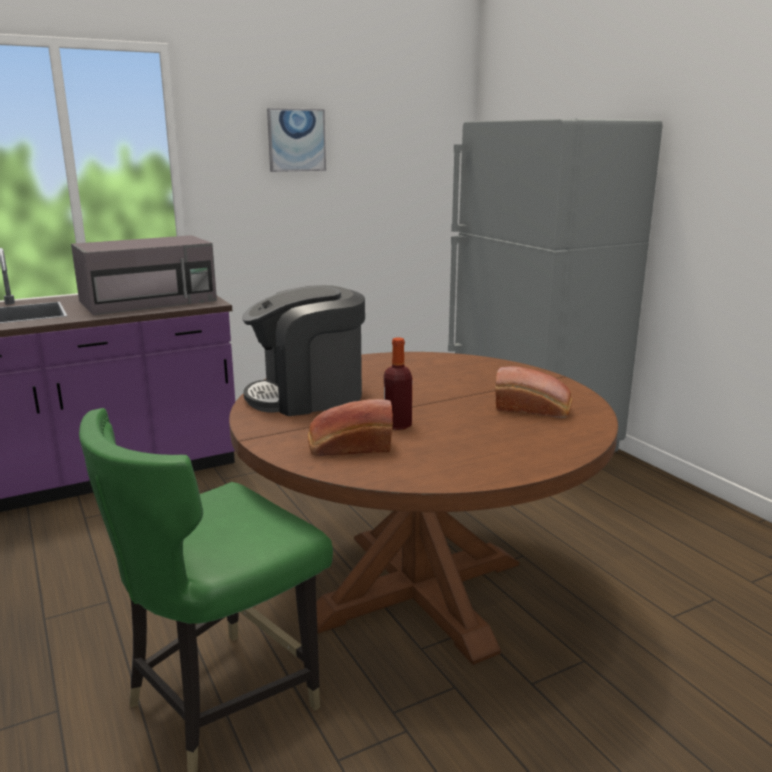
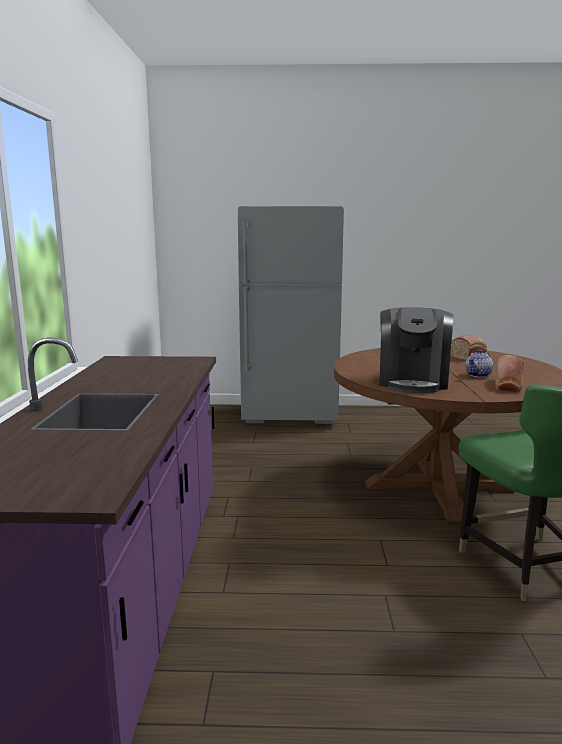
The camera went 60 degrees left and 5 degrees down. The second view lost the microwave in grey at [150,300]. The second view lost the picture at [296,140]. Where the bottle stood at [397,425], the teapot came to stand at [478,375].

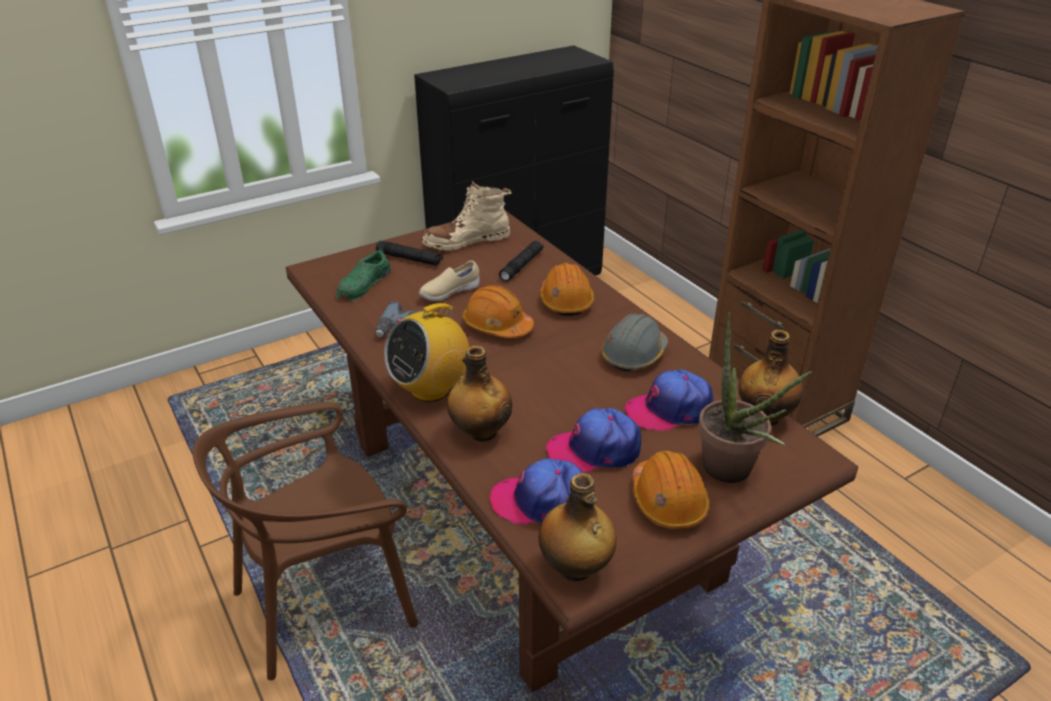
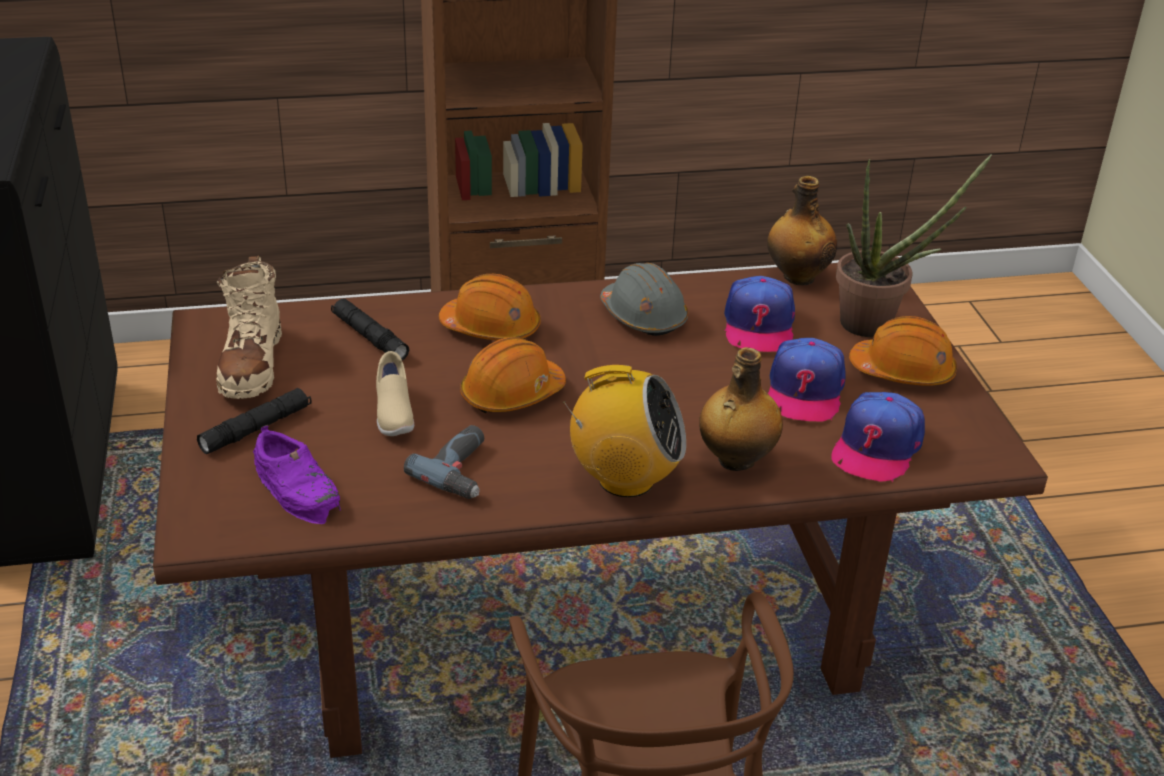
The camera went 70 degrees left and 0 degrees up. What was the shoe in green at [363,284] turned into the shoe in purple at [297,488]. The radio at [431,389] ended up facing another way, 60 degrees counterclockwise from before. The second view lost the bottle at [575,568].

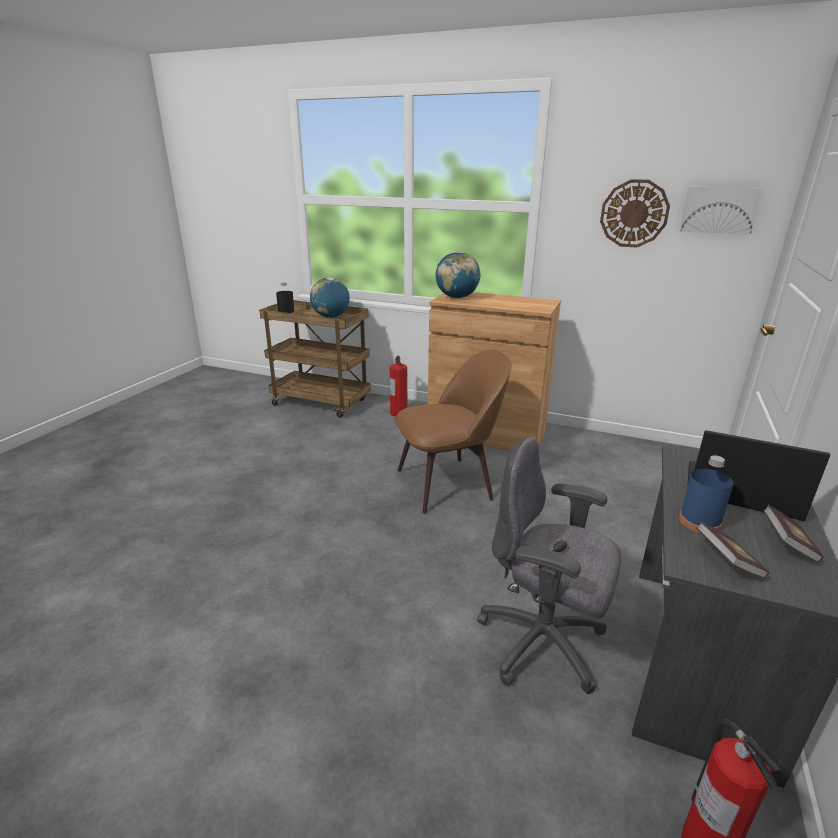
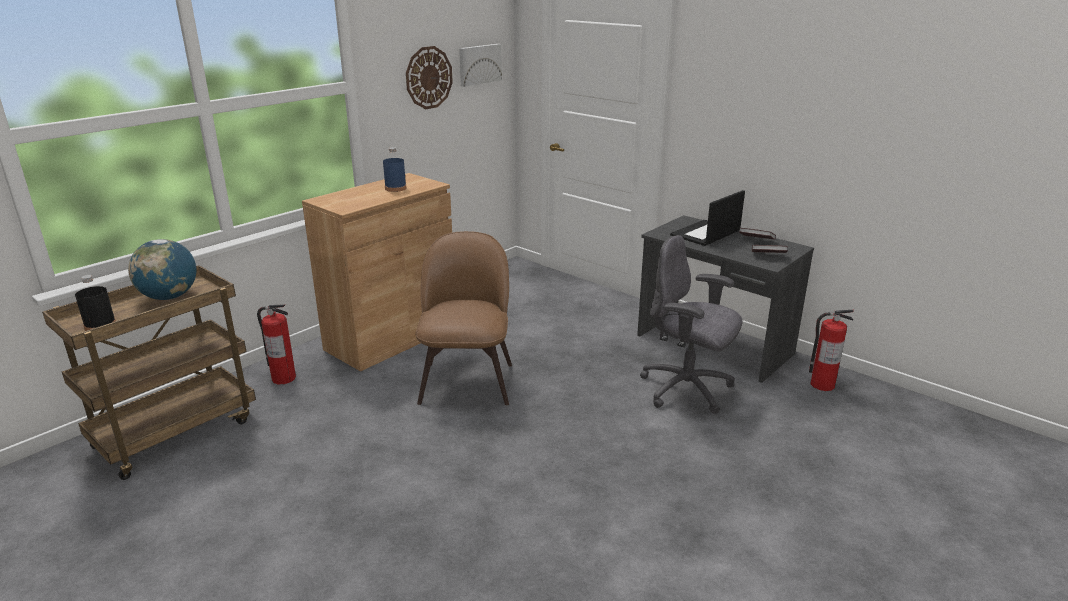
The camera went 70 degrees left and 0 degrees up. The second view lost the globe at [457,297]. The office chair in grey at [543,643] ended up facing another way, 75 degrees clockwise from before. The bottle in blue ended up elsewhere, having gone from [699,522] to [395,188].

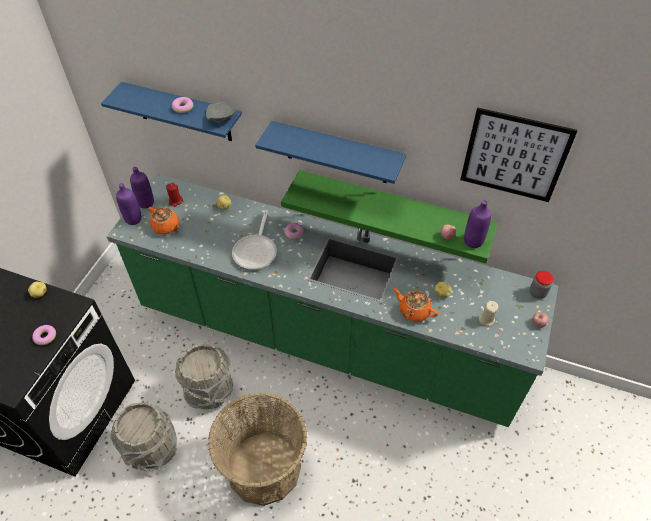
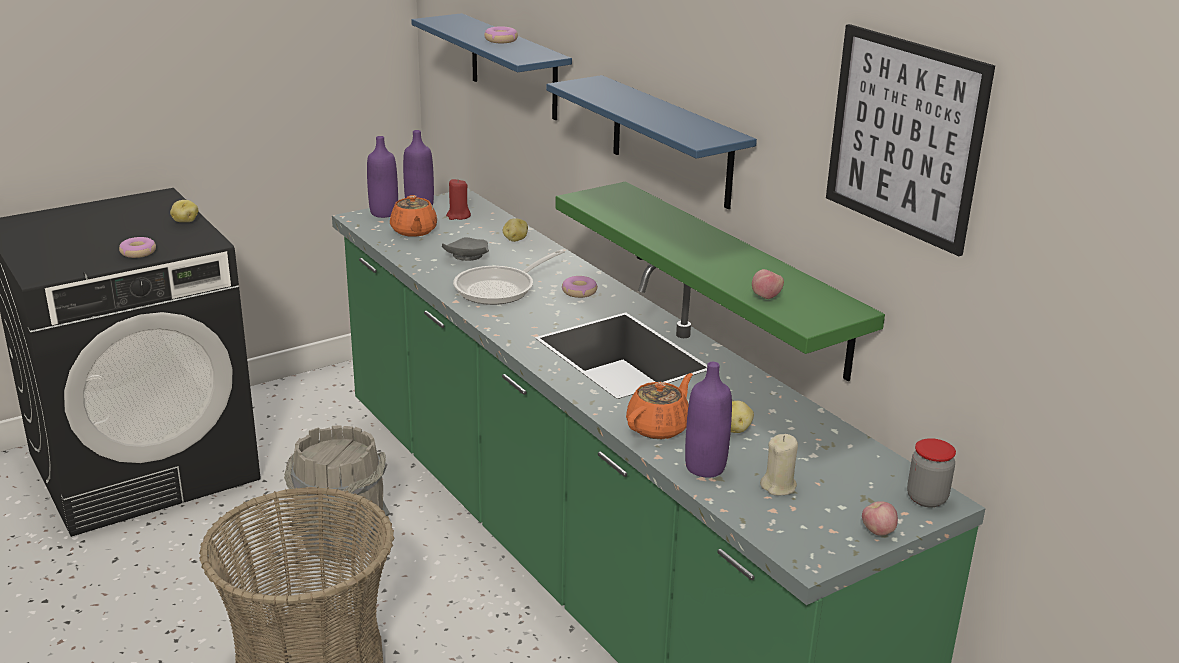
The camera went 35 degrees right and 25 degrees down. The second view lost the bucket in grey at [152,448]. The plate in grey ended up elsewhere, having gone from [220,118] to [466,257]. The teapot in orange at [413,310] ended up facing another way, 60 degrees clockwise from before. The bottle in purple ended up elsewhere, having gone from [473,241] to [705,467].

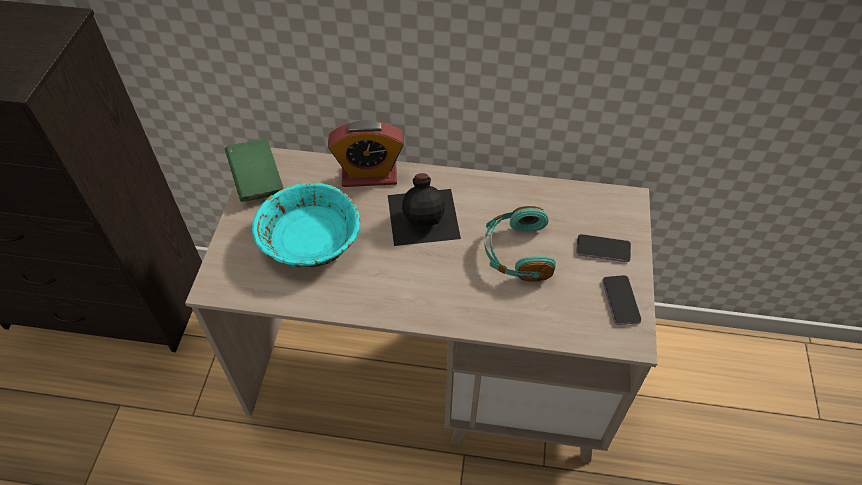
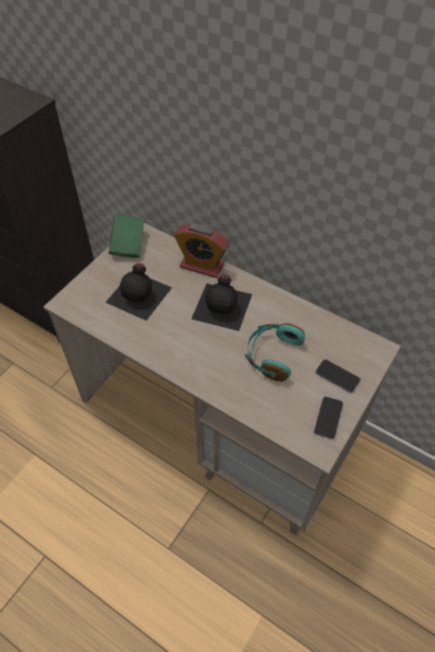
The camera went 25 degrees right and 0 degrees up. Where the bowl in turquoise stood at [310,239], the bottle in black came to stand at [140,294].

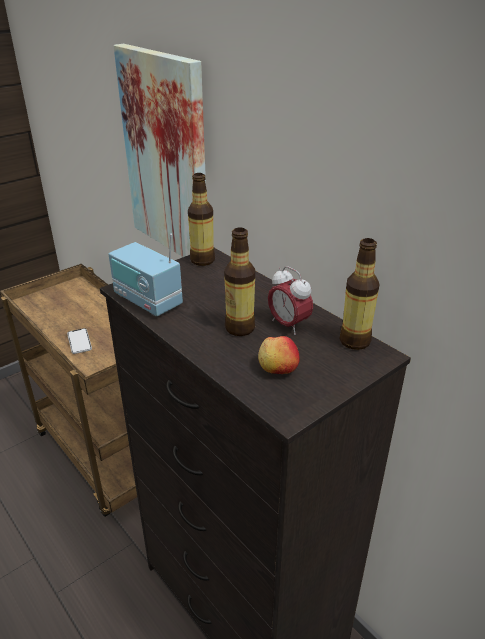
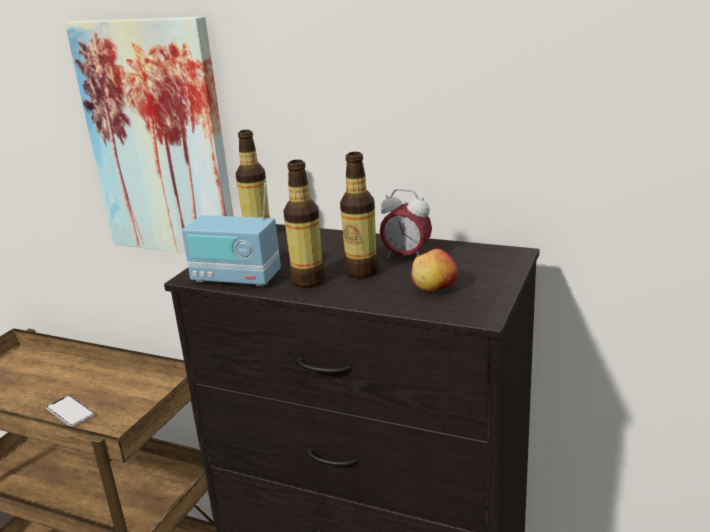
The camera went 25 degrees left and 10 degrees down. The bottle ended up elsewhere, having gone from [354,341] to [308,281].

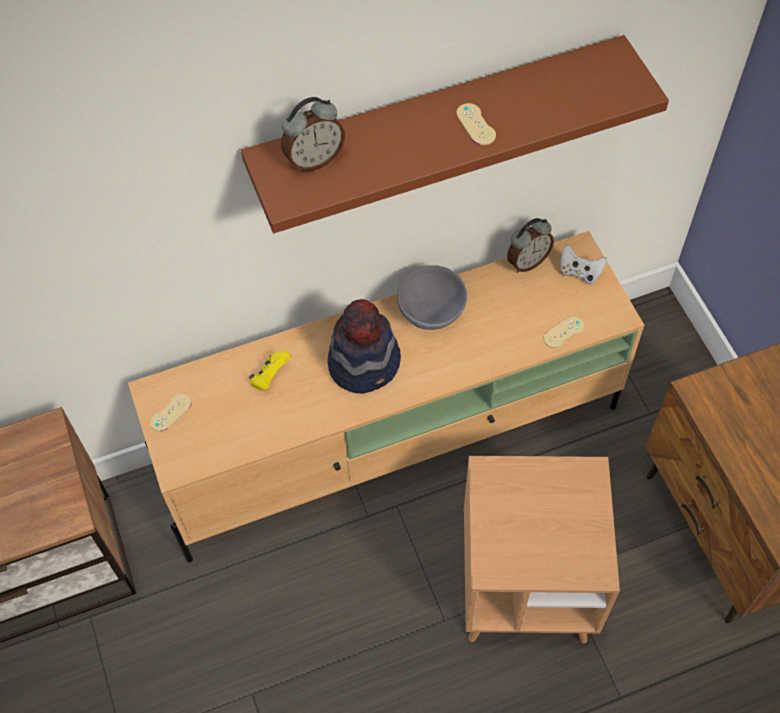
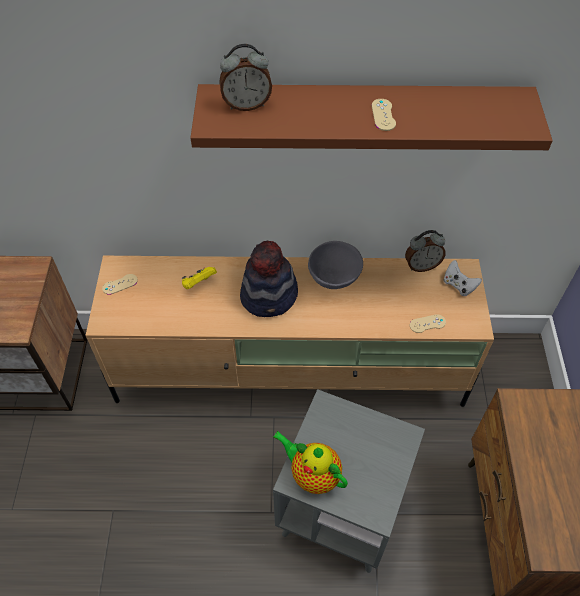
The camera went 20 degrees right and 5 degrees down. What was the side table in brown at [525,587] turned into the side table in grey at [341,511]. The second view gained the teapot at [312,474].

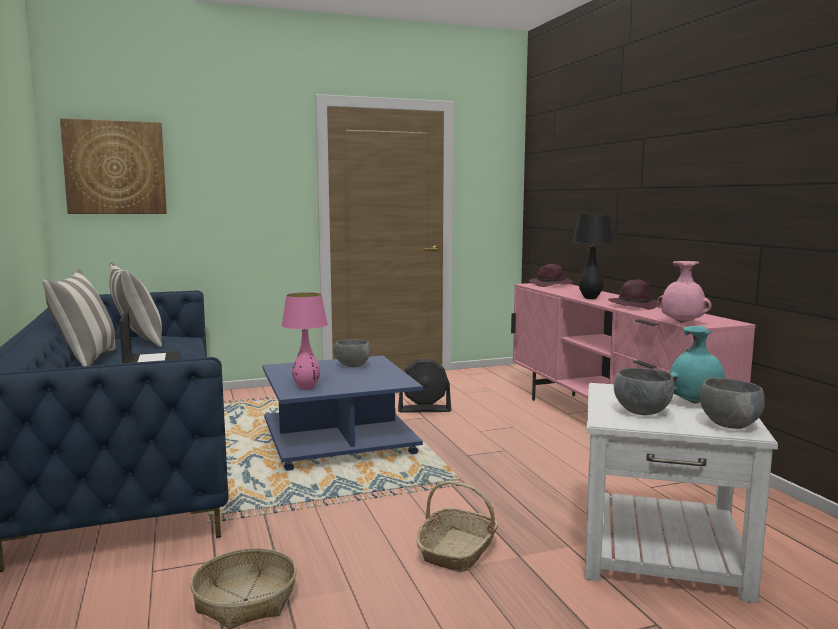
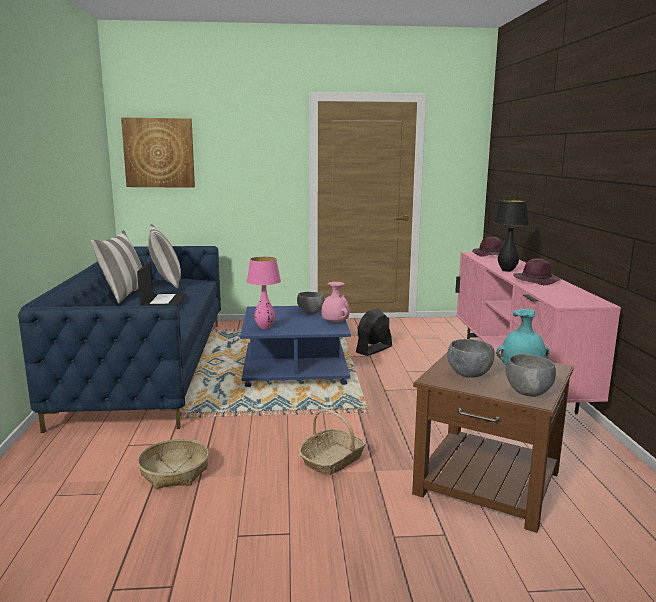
The camera went 15 degrees right and 5 degrees up. The fan in black at [424,409] ended up facing another way, 120 degrees clockwise from before. What was the side table in white at [661,550] turned into the side table in brown at [487,482]. The vase in pink ended up elsewhere, having gone from [681,322] to [334,322].

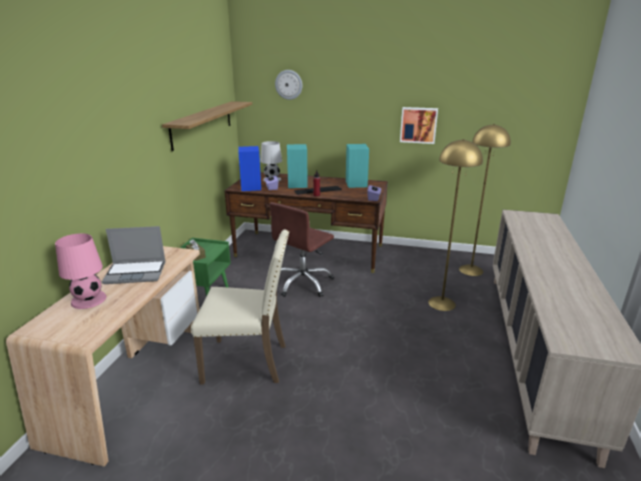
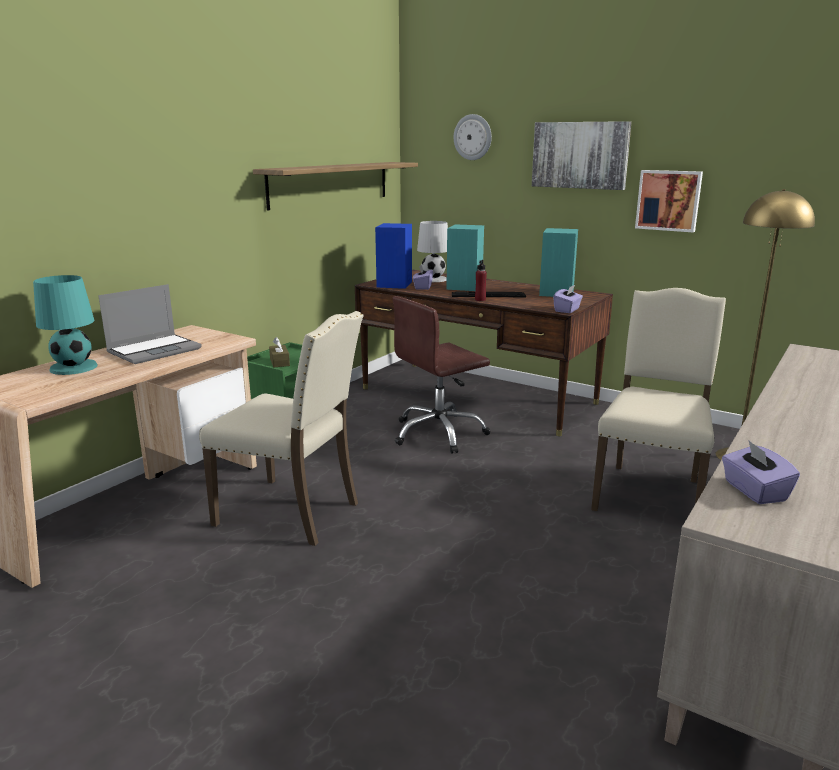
The camera went 20 degrees right and 5 degrees down. What was the table lamp in pink at [88,300] turned into the table lamp in turquoise at [73,367]. The laptop at [136,272] ended up facing another way, 60 degrees counterclockwise from before. Where the floor lamp in yellow stood at [442,303], the chair in beige came to stand at [650,493]. The second view gained the picture at [580,155]. The second view gained the tissue box in purple at [754,491].

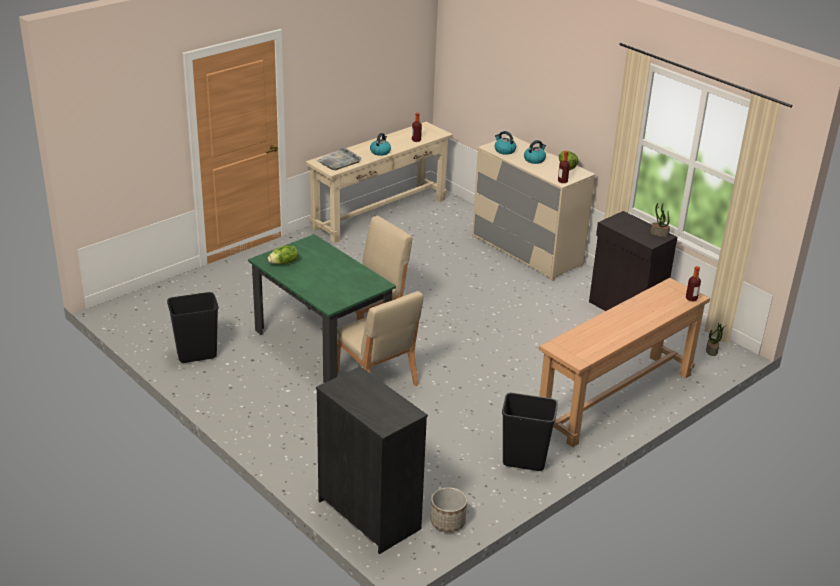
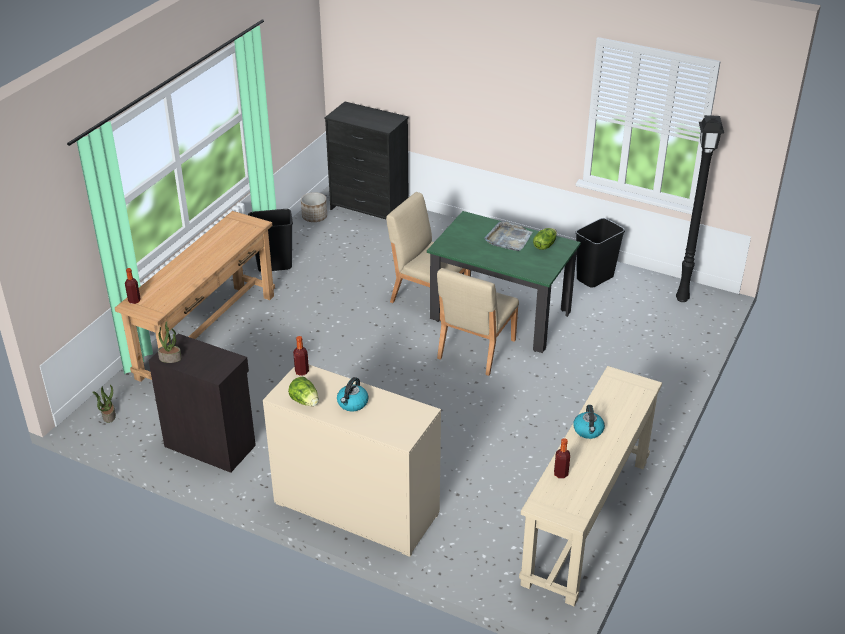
The camera went 160 degrees right and 5 degrees up. The tray in grey ended up elsewhere, having gone from [339,161] to [508,238]. The second view lost the kettle at [504,150]. The second view gained the floor lamp in black at [683,299].

